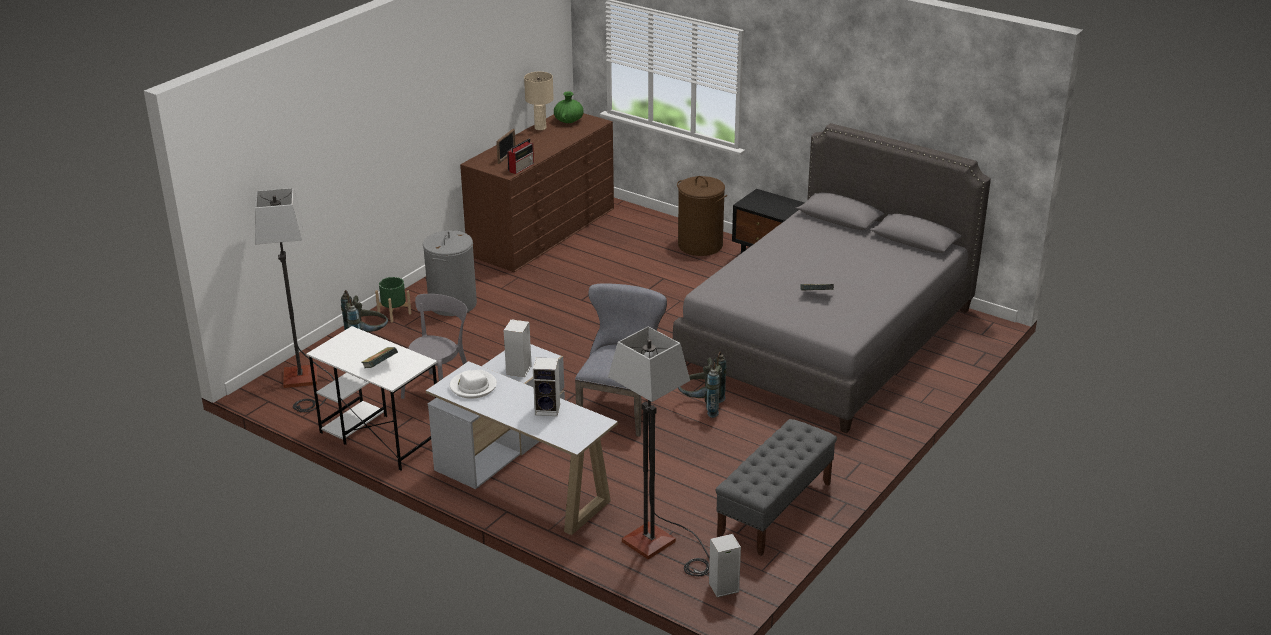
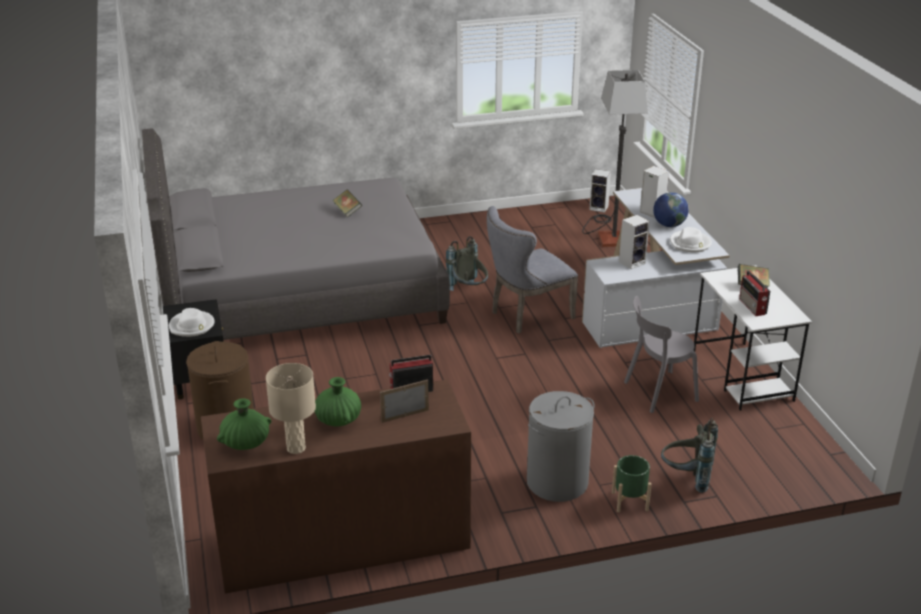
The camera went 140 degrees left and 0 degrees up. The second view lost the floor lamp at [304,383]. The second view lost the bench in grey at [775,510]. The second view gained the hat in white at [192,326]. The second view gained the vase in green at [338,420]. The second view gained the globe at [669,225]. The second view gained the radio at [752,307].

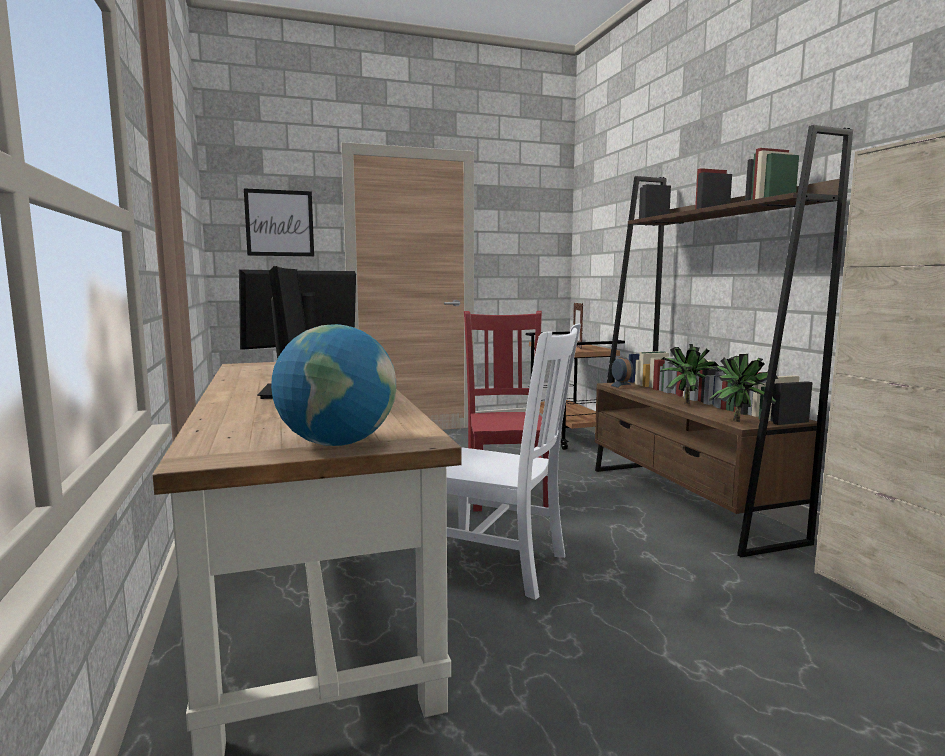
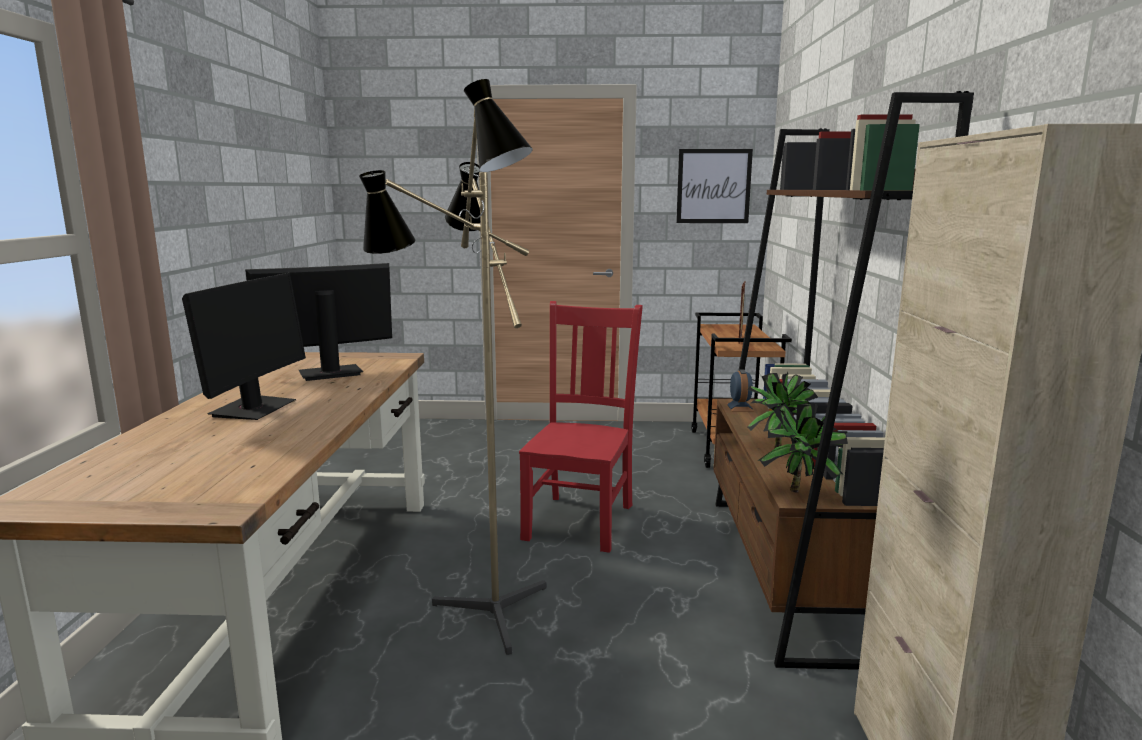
The camera went 20 degrees right and 5 degrees up. The picture ended up elsewhere, having gone from [279,223] to [713,186]. The second view lost the globe at [337,443]. Where the chair in white stood at [500,565], the floor lamp came to stand at [482,617].

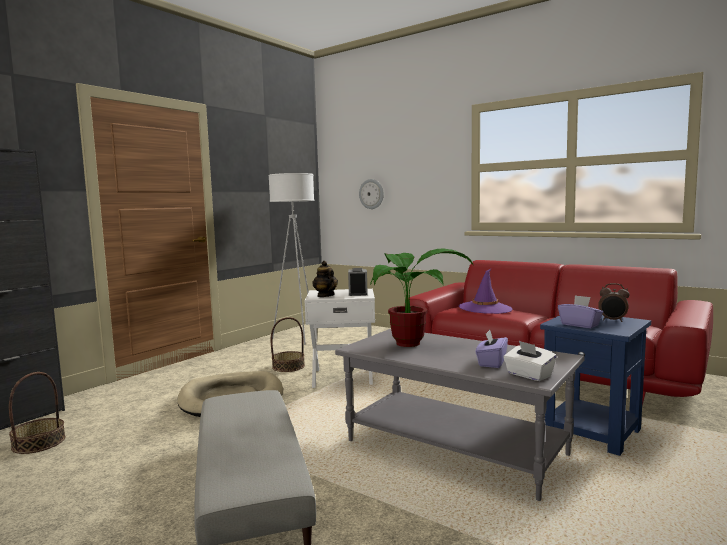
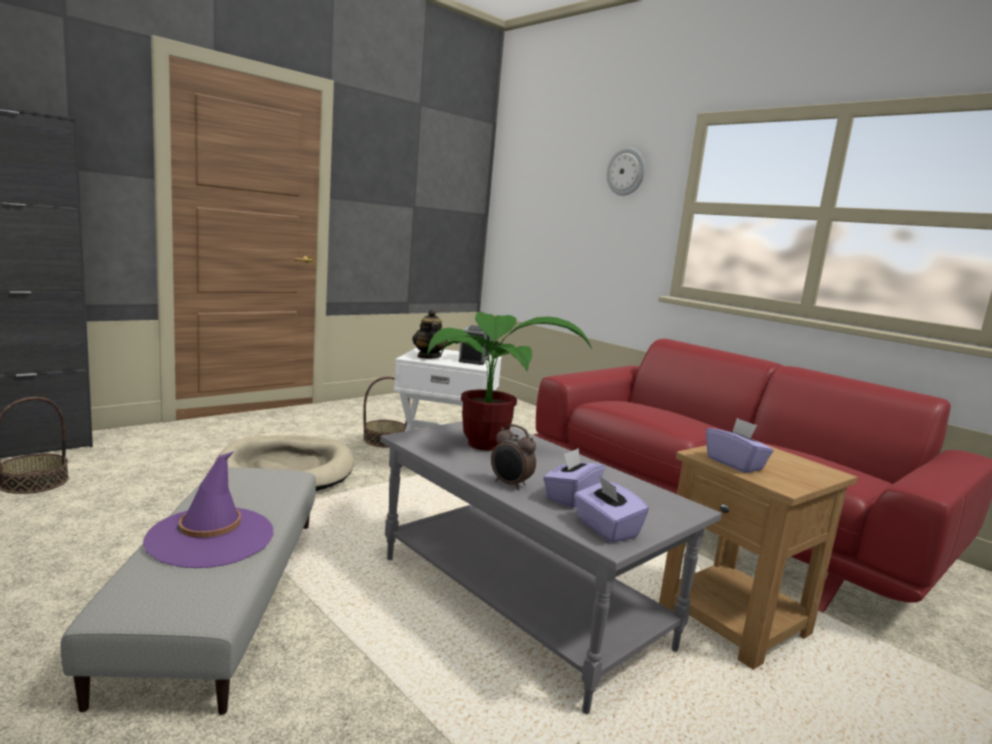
The camera went 10 degrees right and 5 degrees up. The second view lost the floor lamp in white at [298,338]. The wall clock ended up elsewhere, having gone from [371,194] to [626,172]. The hat in purple ended up elsewhere, having gone from [485,308] to [211,537]. What was the tissue box in white at [528,375] turned into the tissue box in purple at [606,529]. What was the side table in blue at [593,433] turned into the side table in brown at [735,623]. The alarm clock ended up elsewhere, having gone from [612,320] to [510,484].

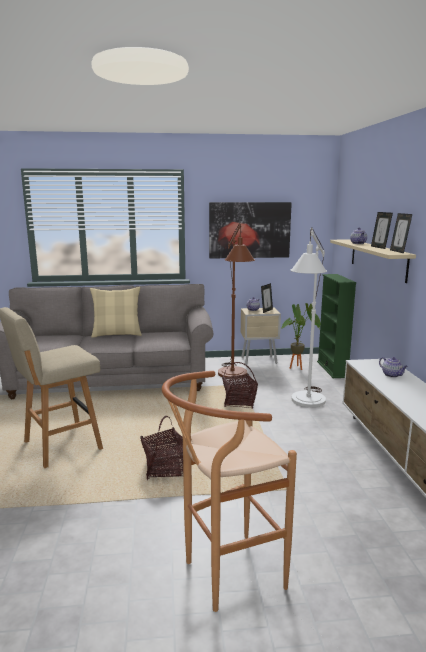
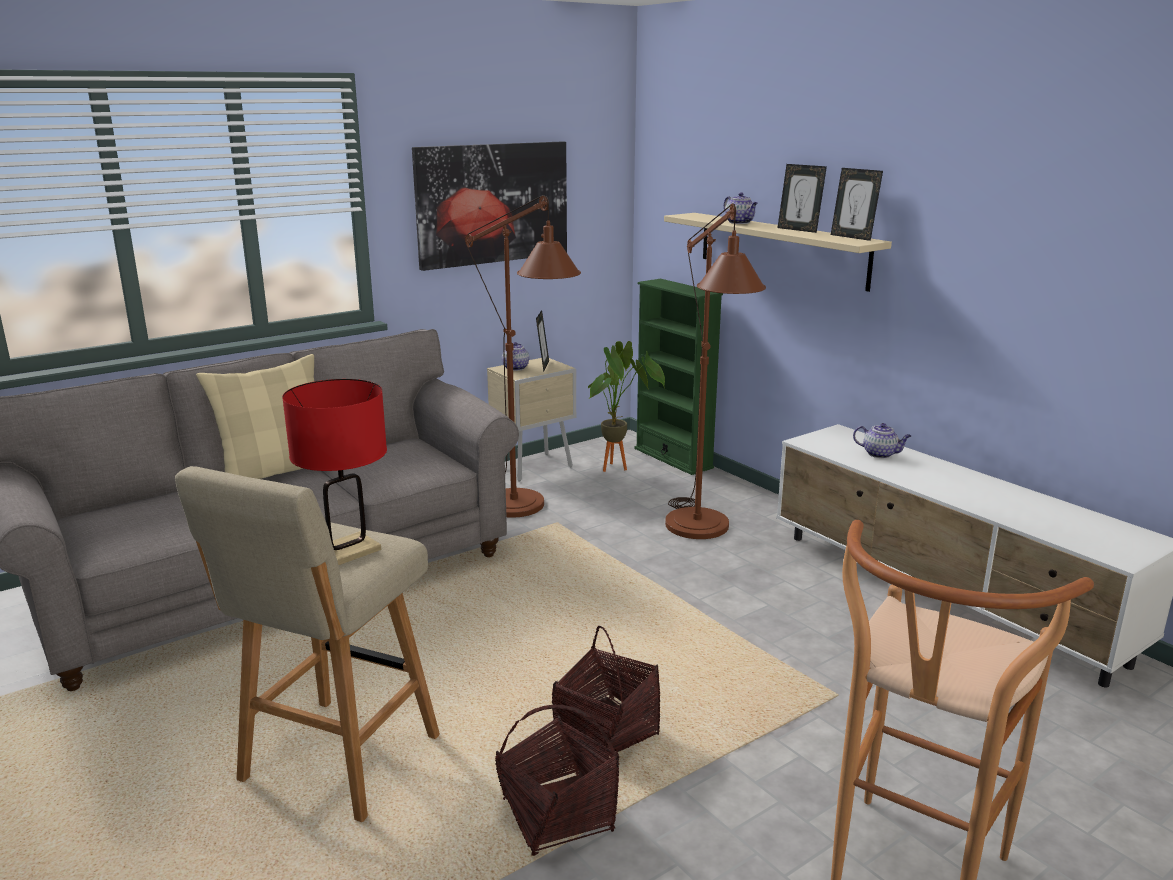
The camera went 30 degrees left and 5 degrees up. The basket ended up elsewhere, having gone from [239,402] to [558,816]. What was the floor lamp in white at [306,404] turned into the floor lamp in brown at [701,533]. The second view gained the table lamp in red at [348,550].

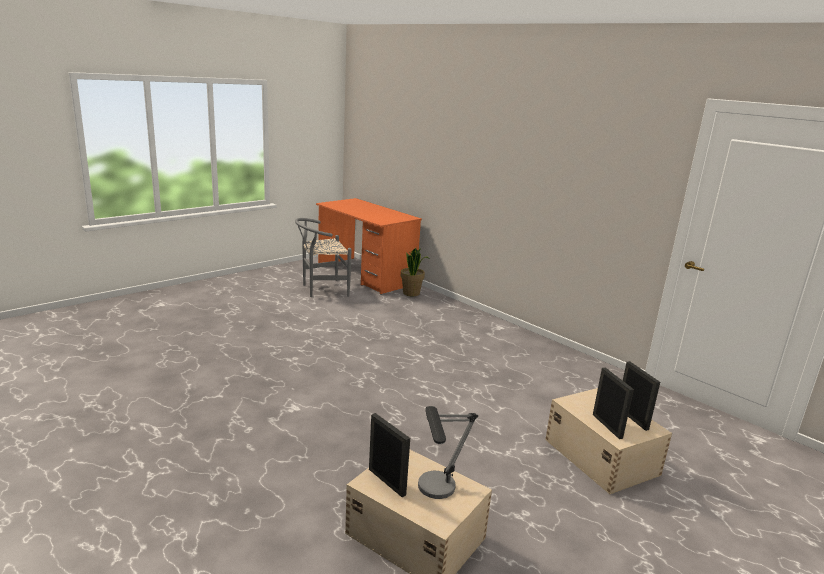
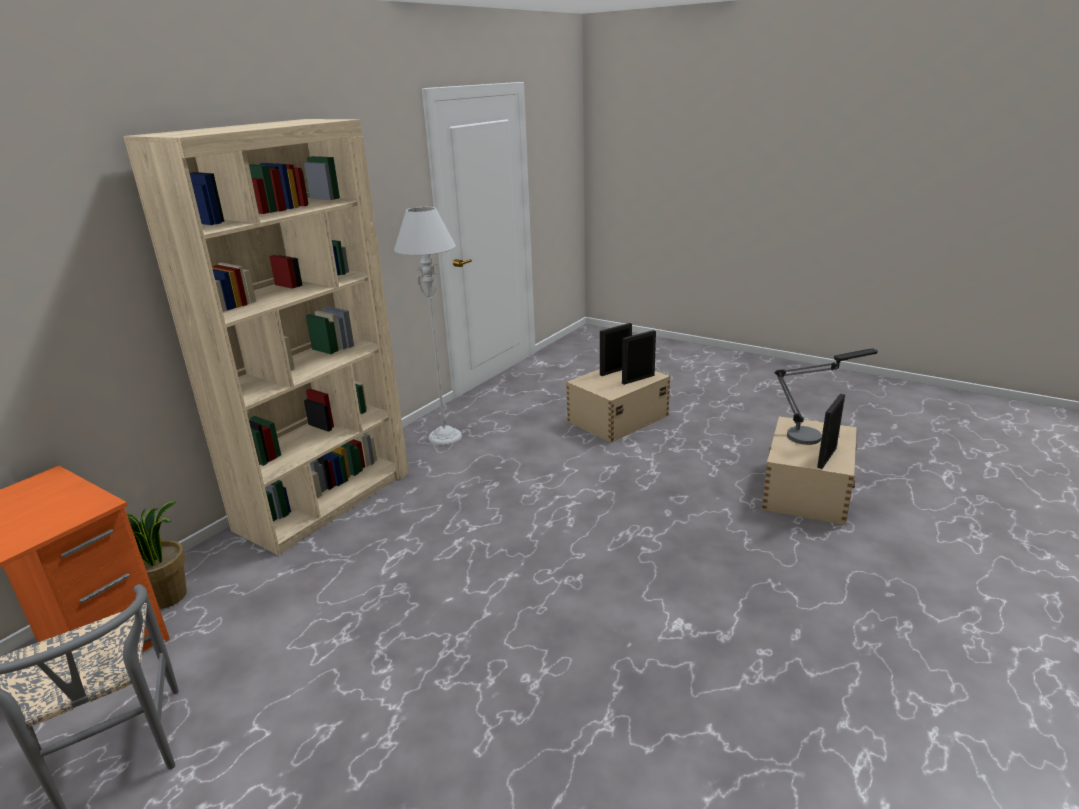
The camera went 100 degrees left and 5 degrees up. The second view gained the bookcase in beige at [326,500]. The second view gained the floor lamp in grey at [445,437].

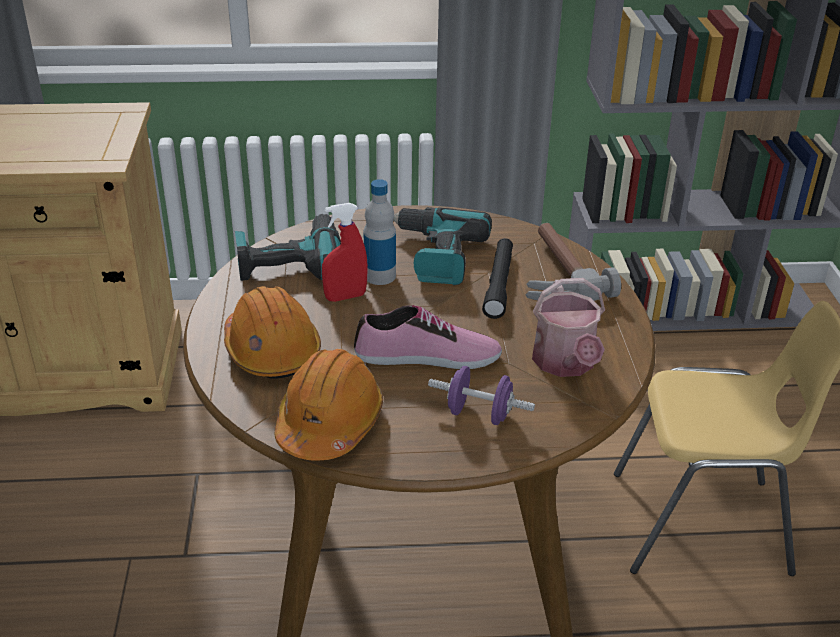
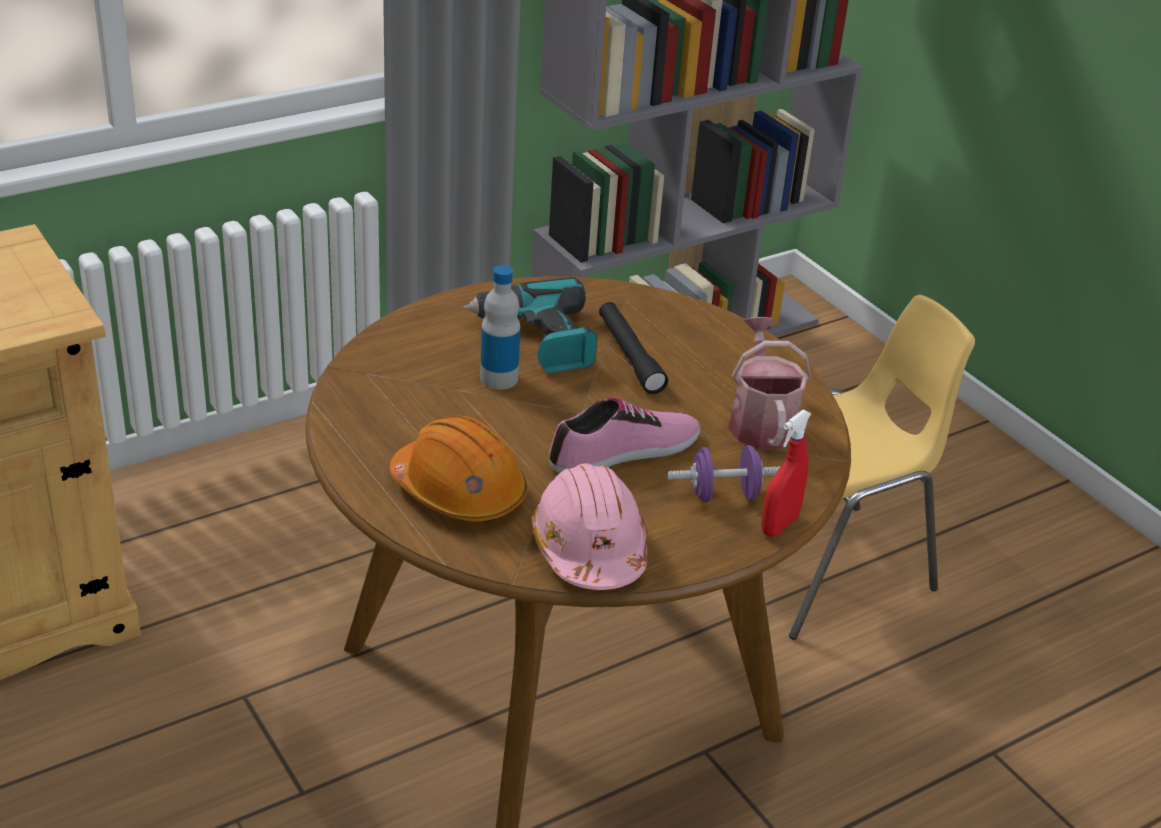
The camera went 30 degrees left and 0 degrees up. The second view lost the power drill at [290,261]. What was the hard hat in orange at [329,423] turned into the hard hat in pink at [589,548]. The spray bottle in red ended up elsewhere, having gone from [345,297] to [779,525]. The second view lost the hammer at [552,274]. The watering can at [565,364] ended up facing another way, 150 degrees counterclockwise from before.

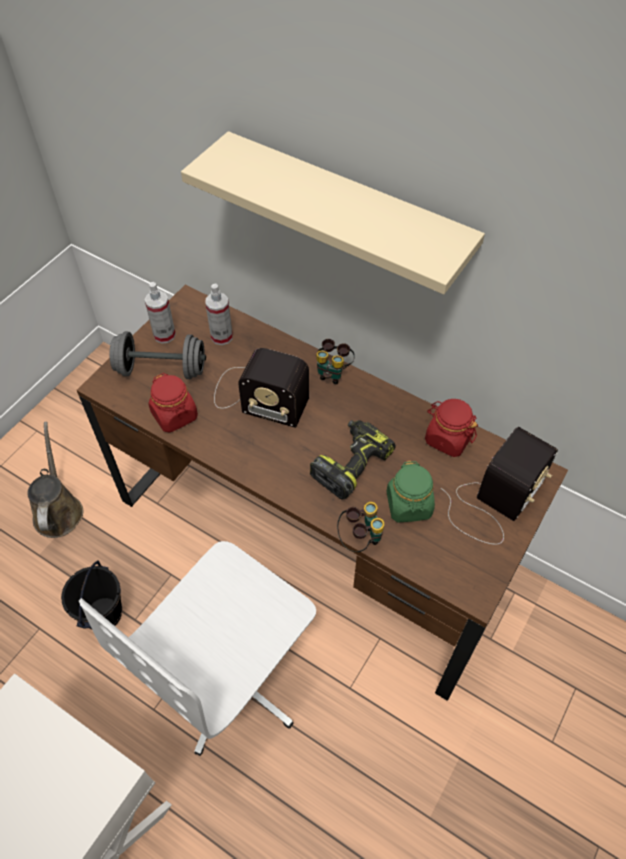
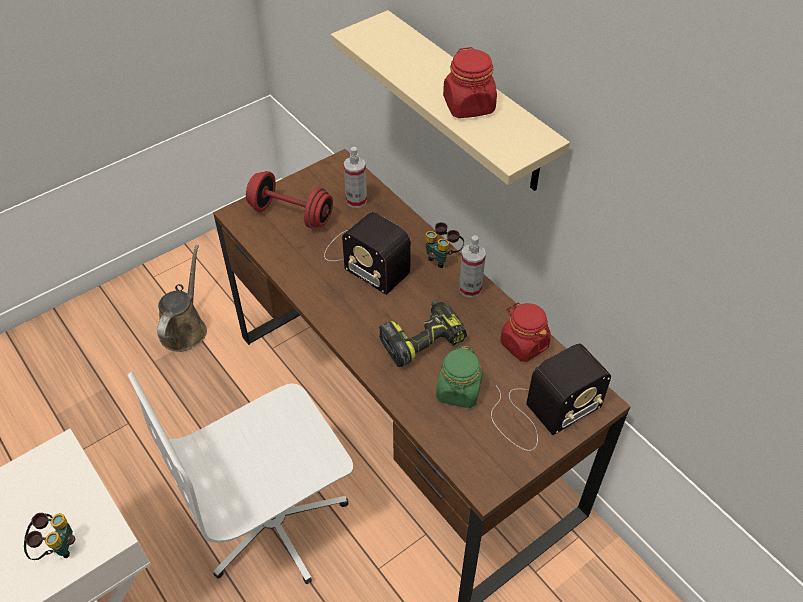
The camera went 20 degrees right and 5 degrees down. The second view lost the bucket in black at [102,614]. What was the dumbbell in grey at [161,369] turned into the dumbbell in red at [291,214]. The spray bottle ended up elsewhere, having gone from [164,335] to [470,288]. The jar in red ended up elsewhere, having gone from [175,415] to [469,106]. The binoculars ended up elsewhere, having gone from [360,539] to [56,547].

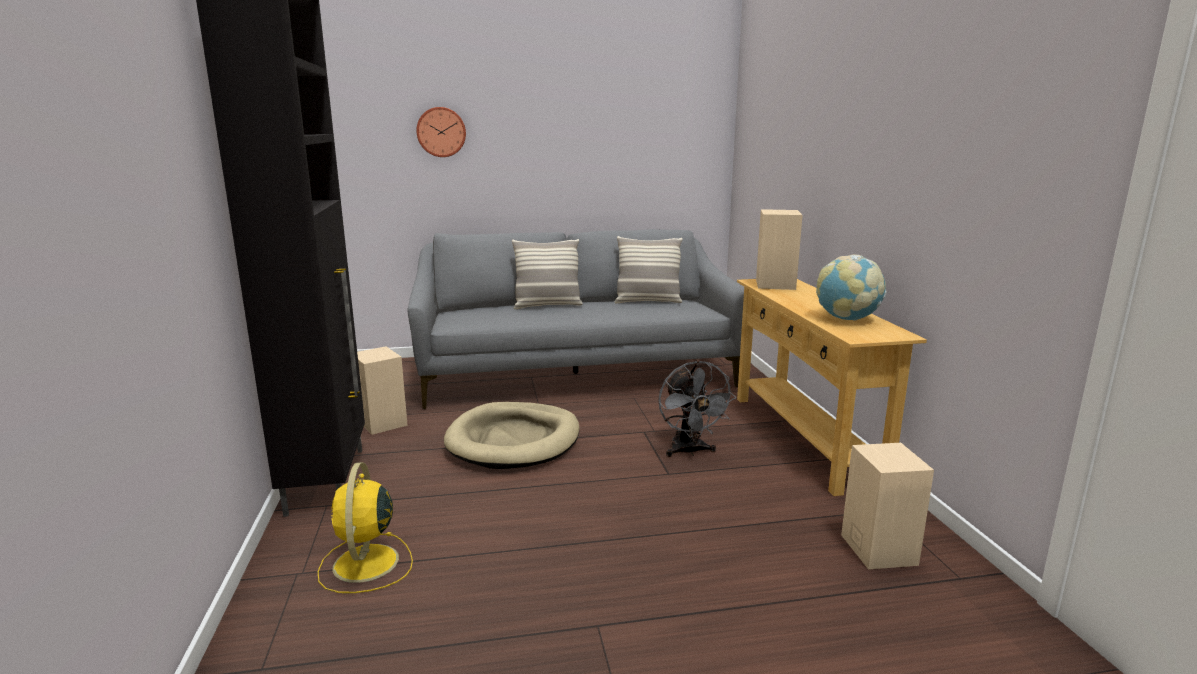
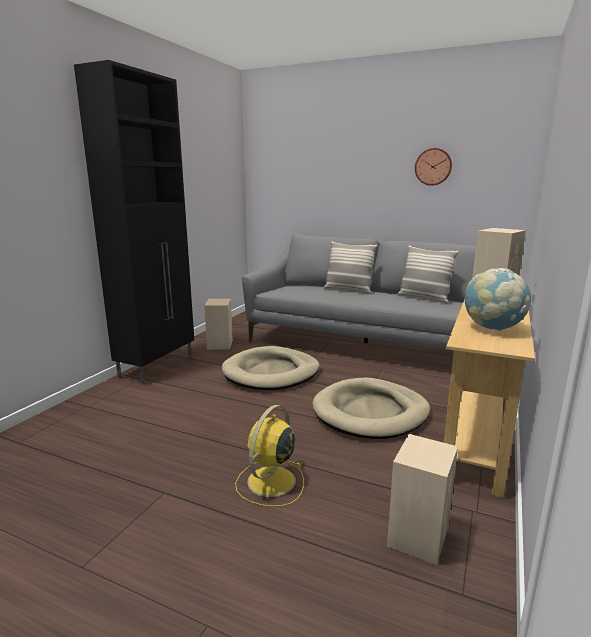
The camera went 35 degrees right and 0 degrees up. The fan in yellow ended up elsewhere, having gone from [365,565] to [270,482]. The wall clock ended up elsewhere, having gone from [441,132] to [433,167]. Where the fan in grey stood at [689,451], the dog bed in beige came to stand at [370,412].

